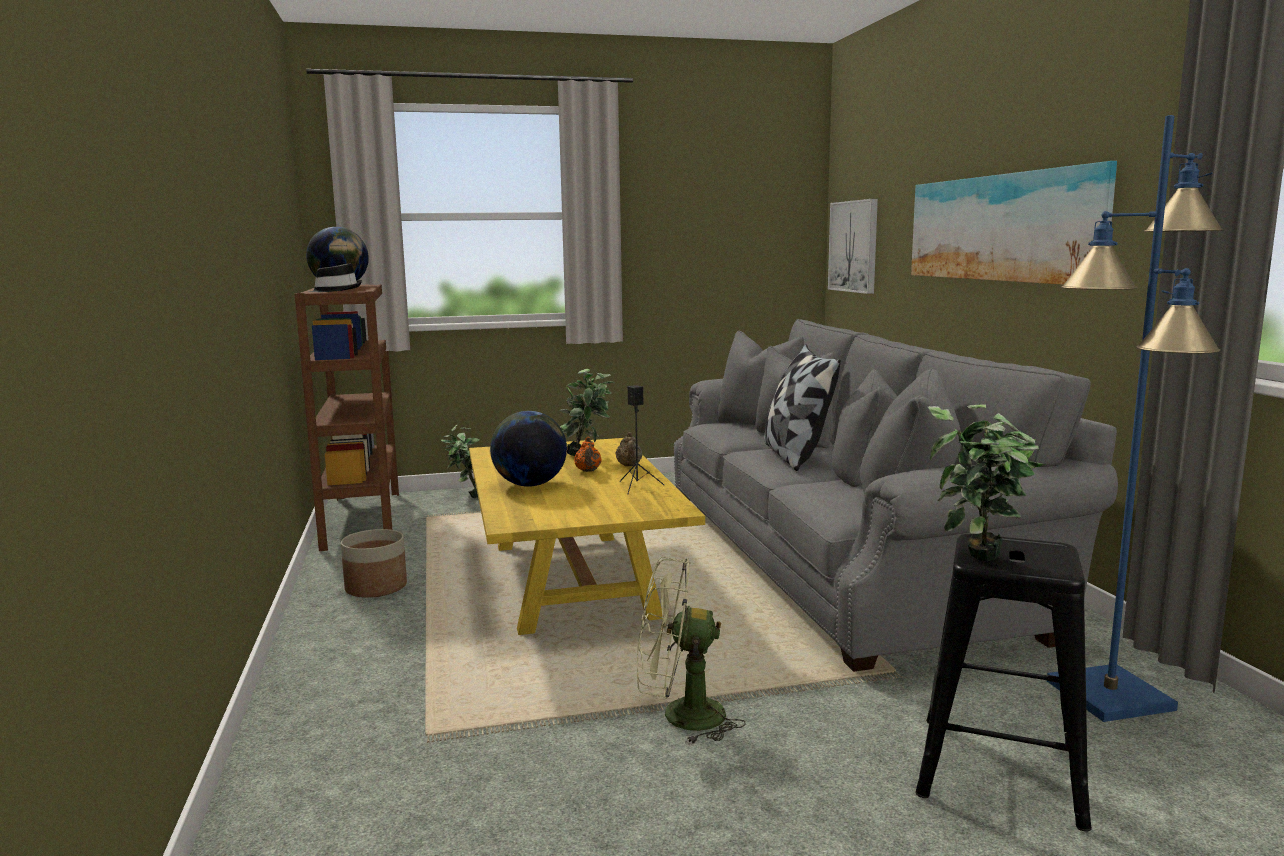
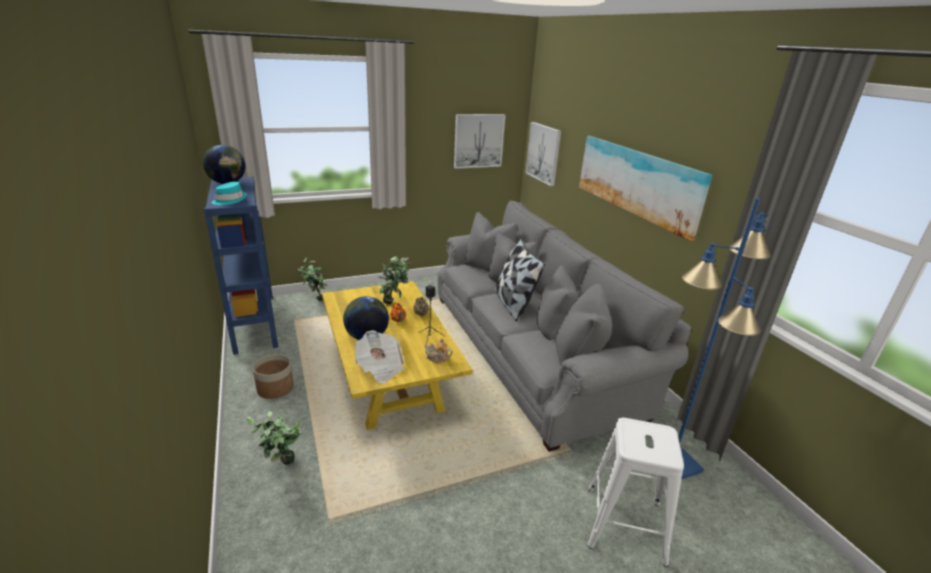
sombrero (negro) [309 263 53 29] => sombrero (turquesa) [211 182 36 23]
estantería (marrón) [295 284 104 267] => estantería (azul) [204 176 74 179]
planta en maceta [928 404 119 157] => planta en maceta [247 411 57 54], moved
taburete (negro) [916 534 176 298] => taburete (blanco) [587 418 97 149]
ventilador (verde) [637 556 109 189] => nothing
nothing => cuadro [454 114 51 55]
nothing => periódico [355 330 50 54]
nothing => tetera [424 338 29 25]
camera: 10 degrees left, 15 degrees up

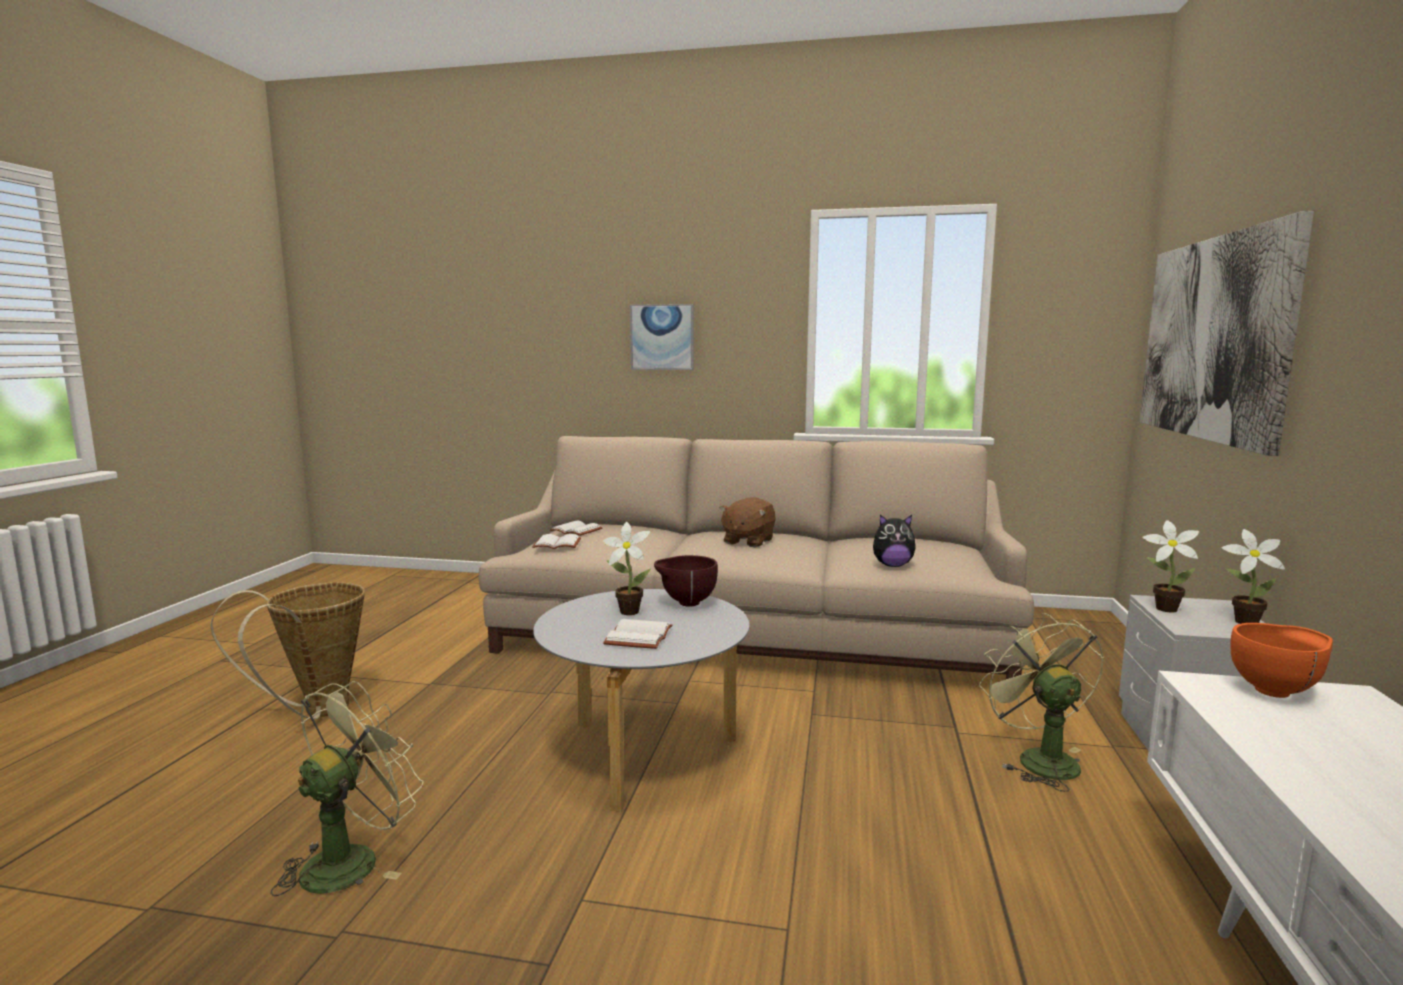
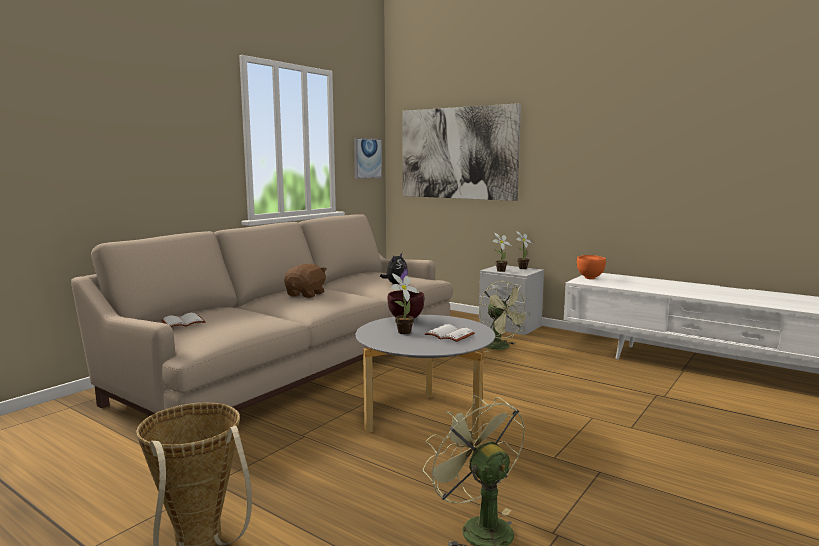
cuadro [630 304 64 66] => cuadro [354 138 28 41], moved
peluche (marrón) [719 497 57 50] => peluche (marrón) [284 263 43 35], 120 degrees counterclockwise
libro (blanco) [532 534 49 15] => nothing
ventilador (verde) [979 613 125 179] => ventilador (verde) [479 281 52 71], 135 degrees counterclockwise
camera: 65 degrees left, 0 degrees up

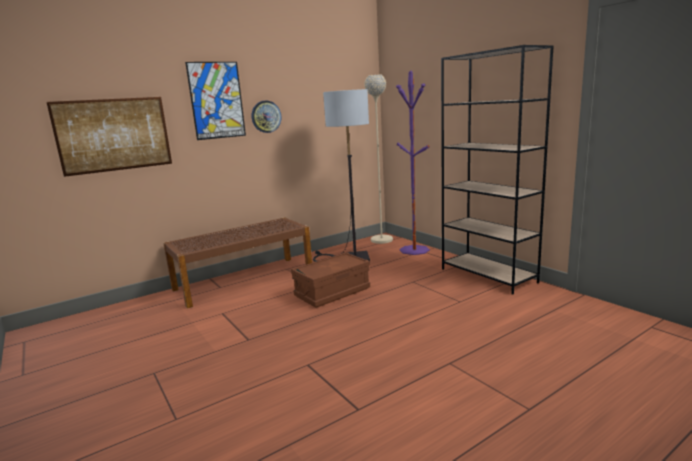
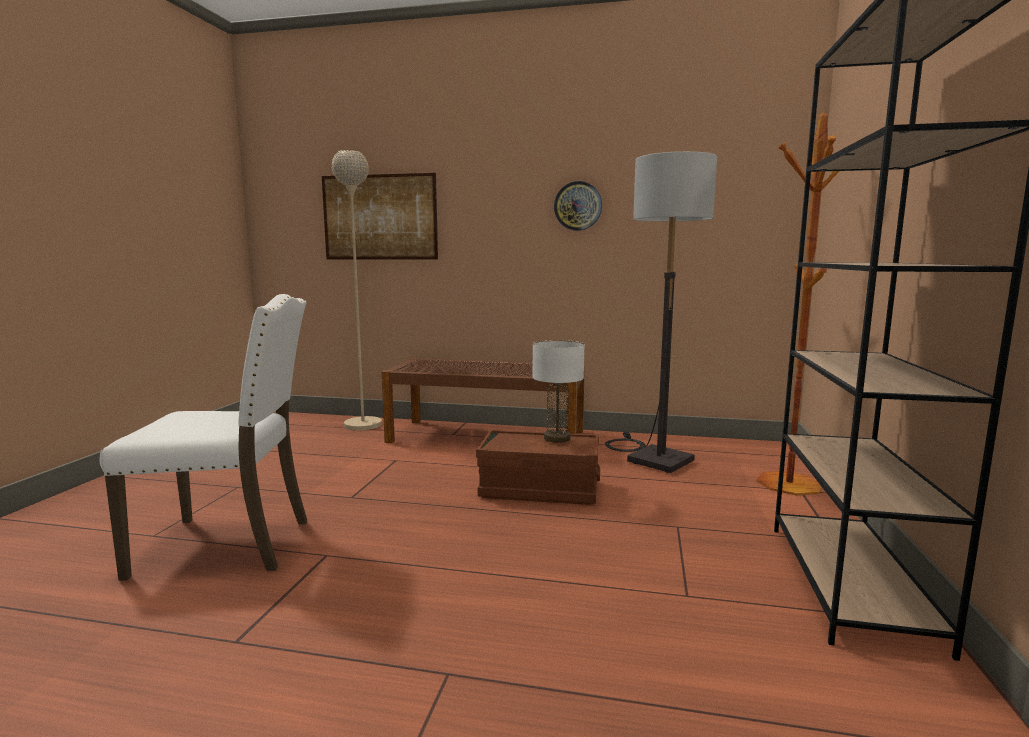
cuadro [185 62 61 78] => nothing
perchero (morado) [396 71 34 184] => perchero (naranja) [757 113 103 383]
lámpara de pie (beis) [364 74 29 170] => lámpara de pie (beis) [332 150 50 281], moved
nothing => silla (blanco) [100 294 208 287]
nothing => lámpara de mesa [533 340 51 103]
camera: 45 degrees right, 5 degrees down

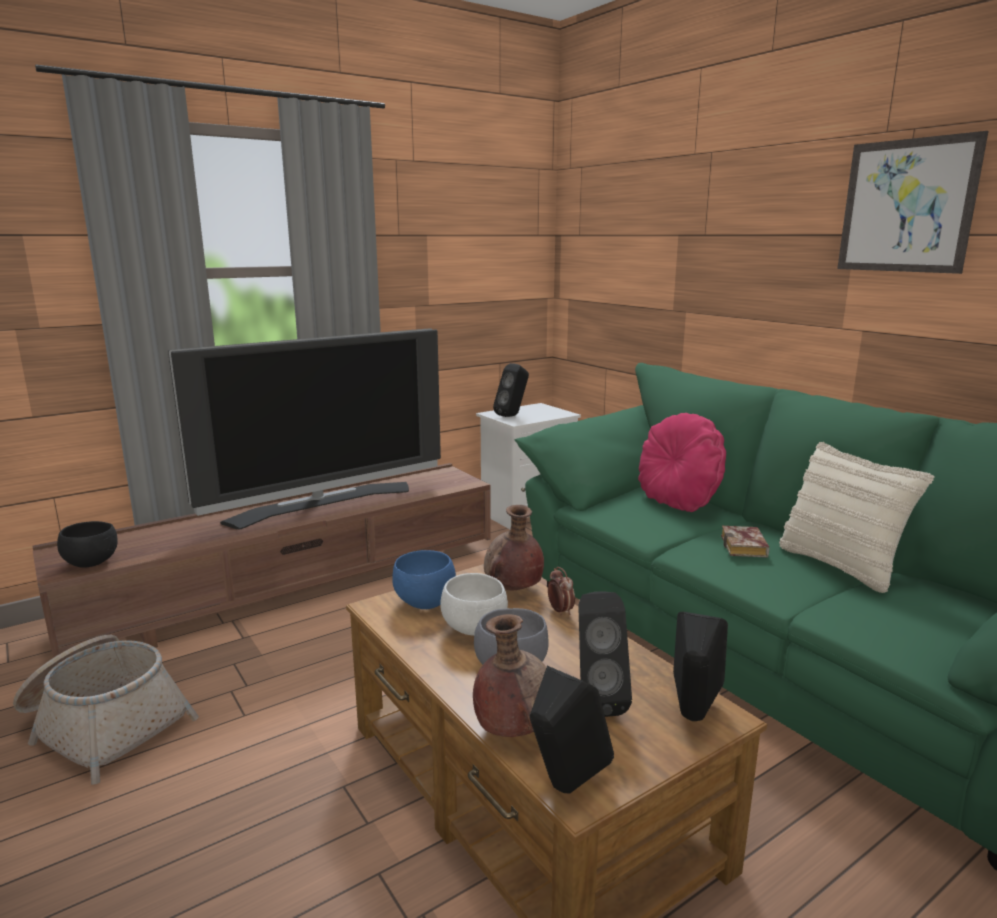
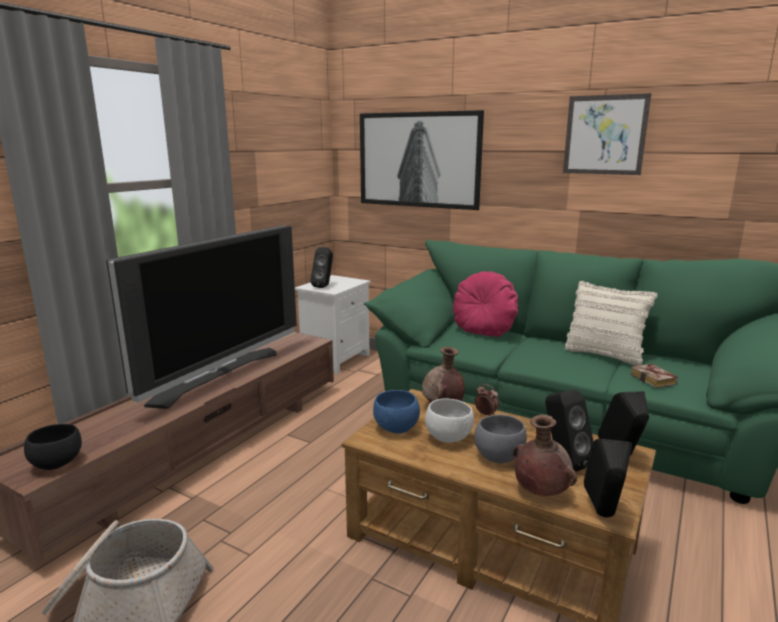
libro [721 526 48 32] => libro [630 364 48 24], moved
nothing => cuadro [360 110 124 100]
camera: 25 degrees left, 0 degrees up

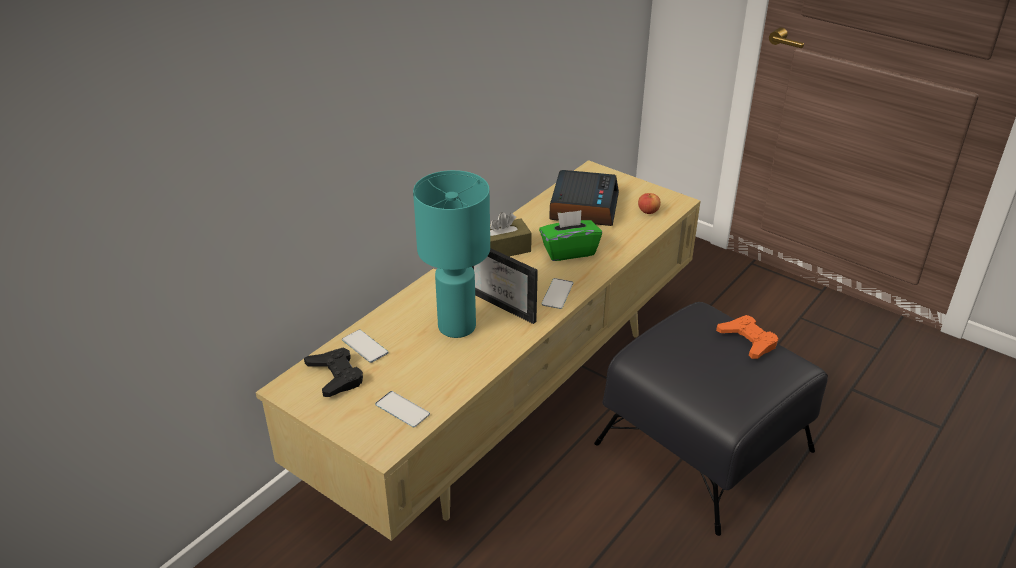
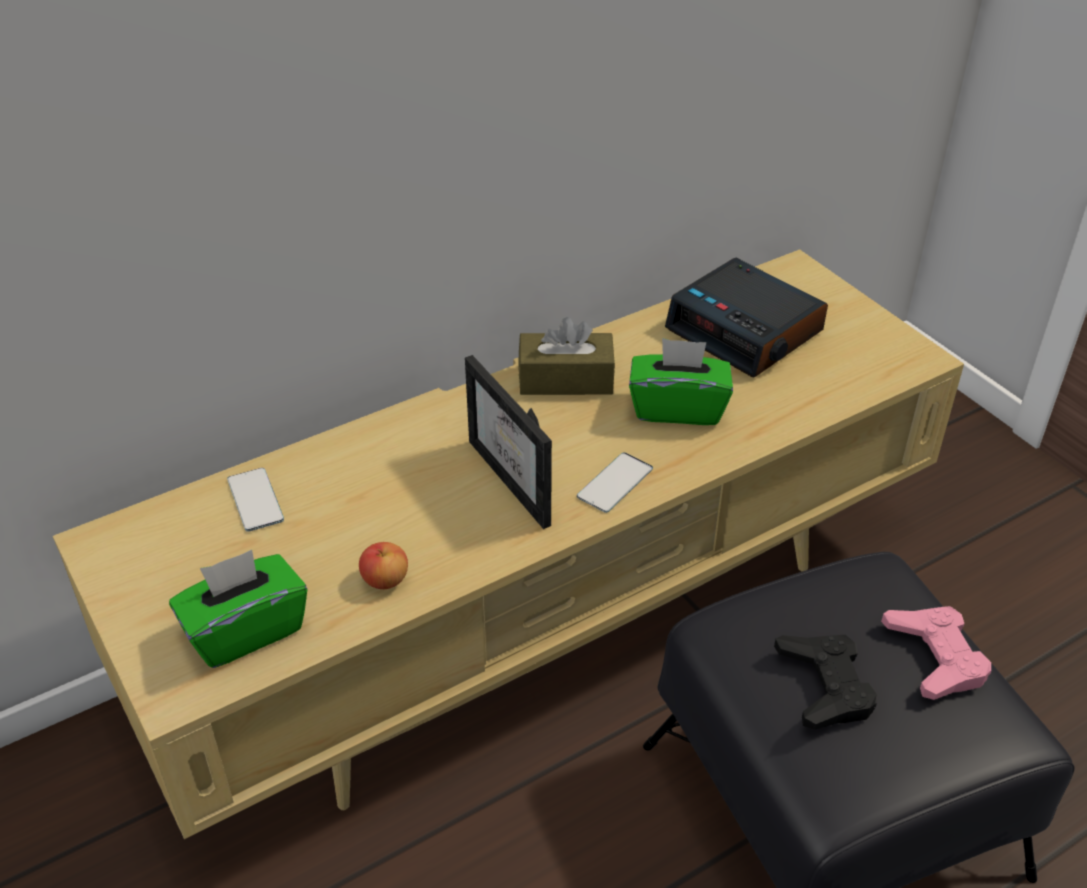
lámpara de mesa (turquesa) [413 170 77 168] => nothing
despertador [549 170 70 56] => despertador [665 258 163 119], 105 degrees clockwise
manzana [638 193 23 21] => manzana [359 542 49 47], moved
mando de consola (naranja) [716 315 62 44] => mando de consola (rosa) [881 606 110 94]
mando de consola (negro) [304 347 59 50] => mando de consola (negro) [774 635 104 95], moved
móvil [375 391 55 36] => caja de pañuelos (verde) [169 550 139 118]
camera: 20 degrees right, 5 degrees up

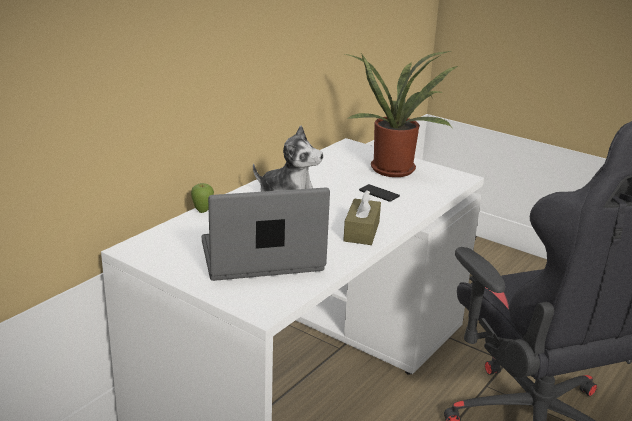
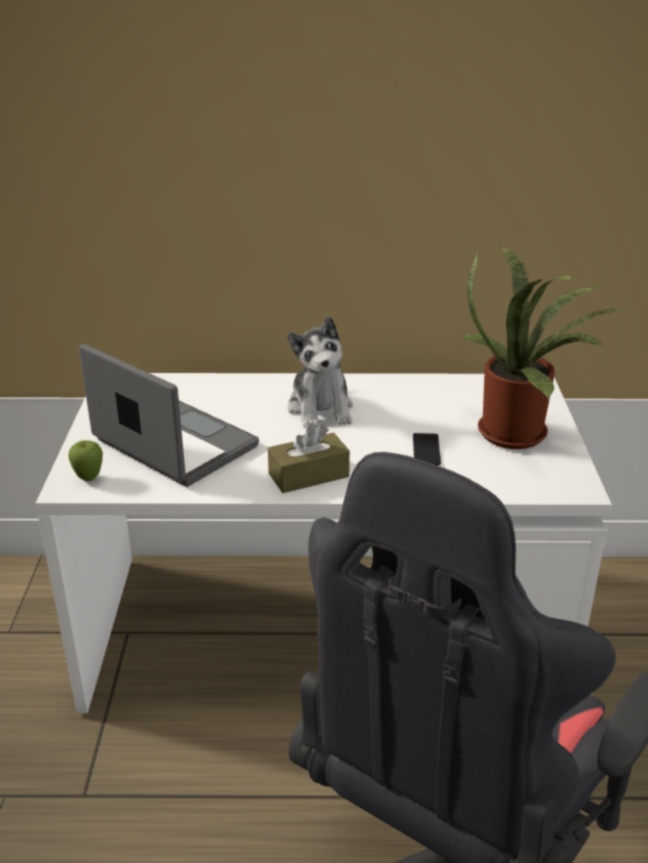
manzana [191 183 23 30] => manzana [68 440 35 41], moved
camera: 55 degrees right, 5 degrees up

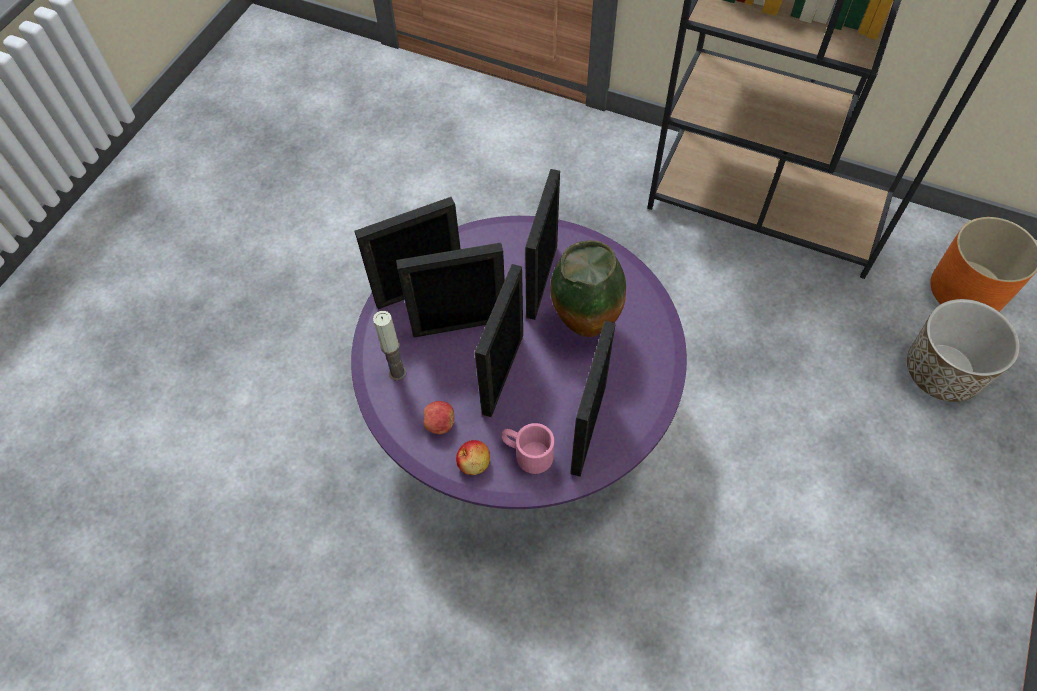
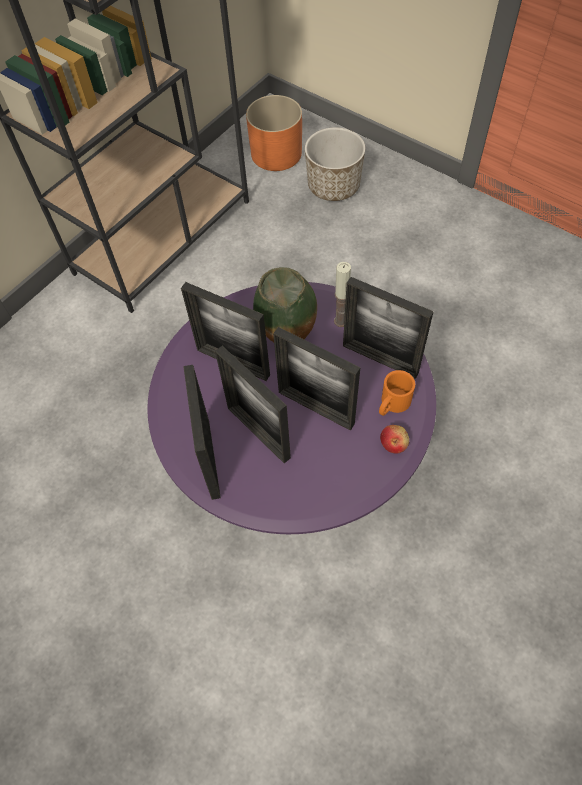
portarretratos [396 243 109 95] => portarretratos [215 346 76 117], 45 degrees counterclockwise
vela [373 311 34 70] => vela [334 262 17 65], moved
manzana [423 401 31 33] => nothing
taza grande (rosa) [501 423 53 51] => taza grande (naranja) [379 370 36 46]
camera: 75 degrees left, 0 degrees up

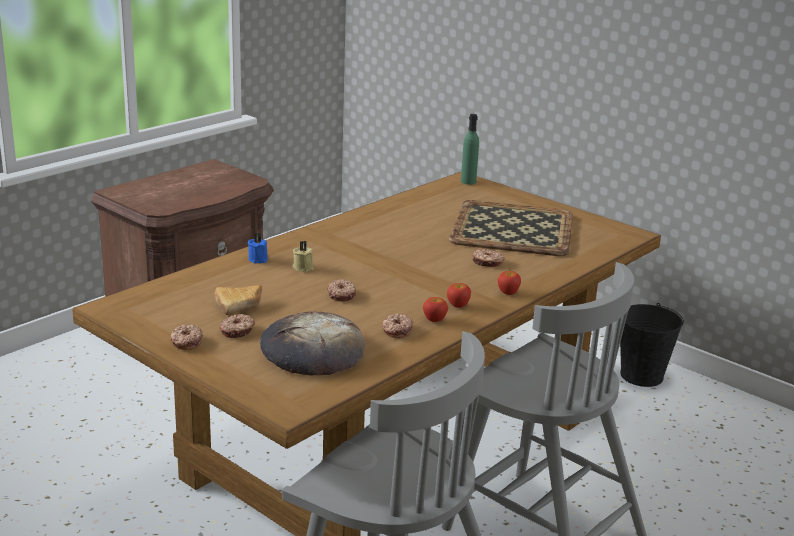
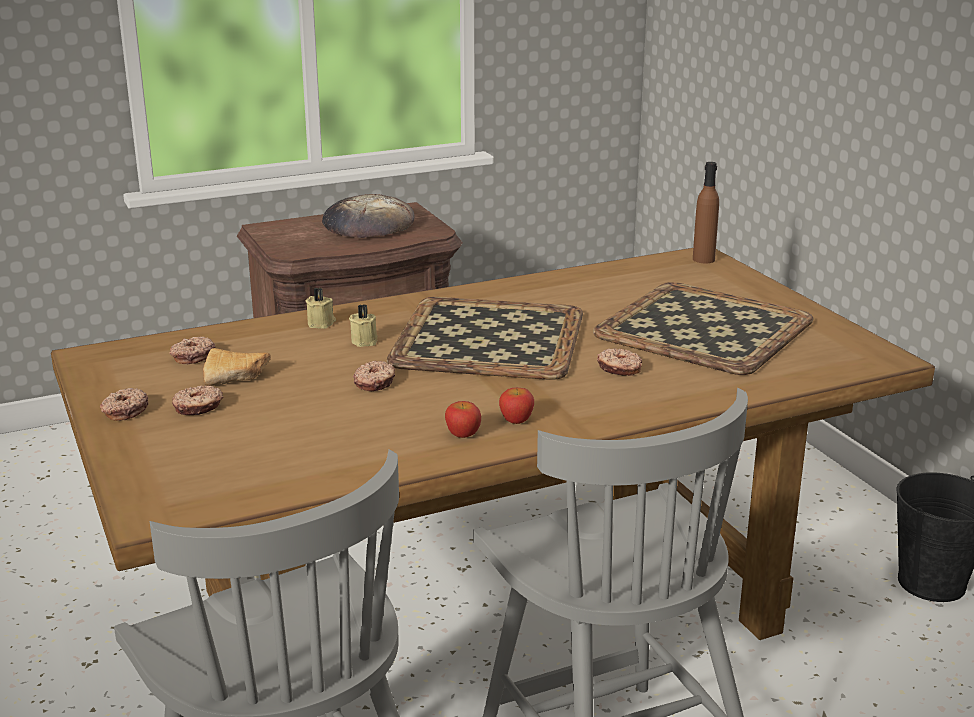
botella (verde) [461 114 18 71] => botella (marrón) [693 162 26 101]
vela (azul) [247 233 21 31] => vela (beis) [306 288 30 41]
manzana [498 271 23 24] => nothing
pan [260 311 105 65] => pan [322 194 92 44], moved
rosquilla [382 314 31 24] => rosquilla [169 337 46 27], moved
nothing => bandeja [387 297 196 83]
camera: 25 degrees right, 0 degrees up

